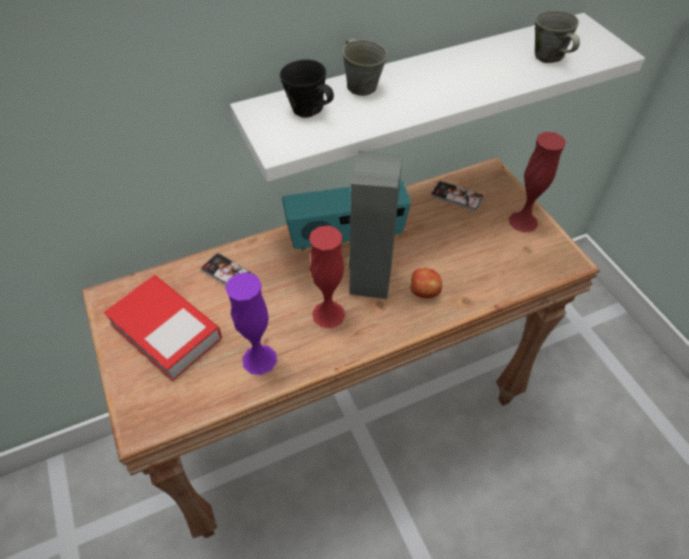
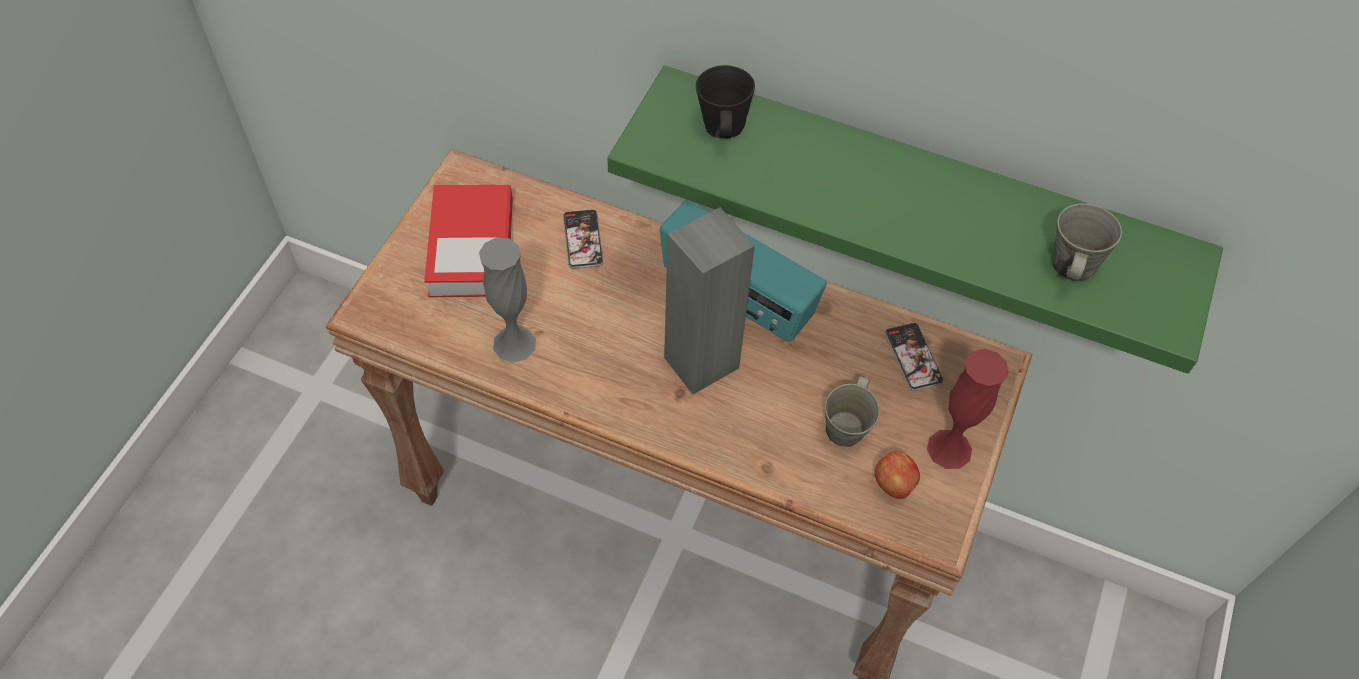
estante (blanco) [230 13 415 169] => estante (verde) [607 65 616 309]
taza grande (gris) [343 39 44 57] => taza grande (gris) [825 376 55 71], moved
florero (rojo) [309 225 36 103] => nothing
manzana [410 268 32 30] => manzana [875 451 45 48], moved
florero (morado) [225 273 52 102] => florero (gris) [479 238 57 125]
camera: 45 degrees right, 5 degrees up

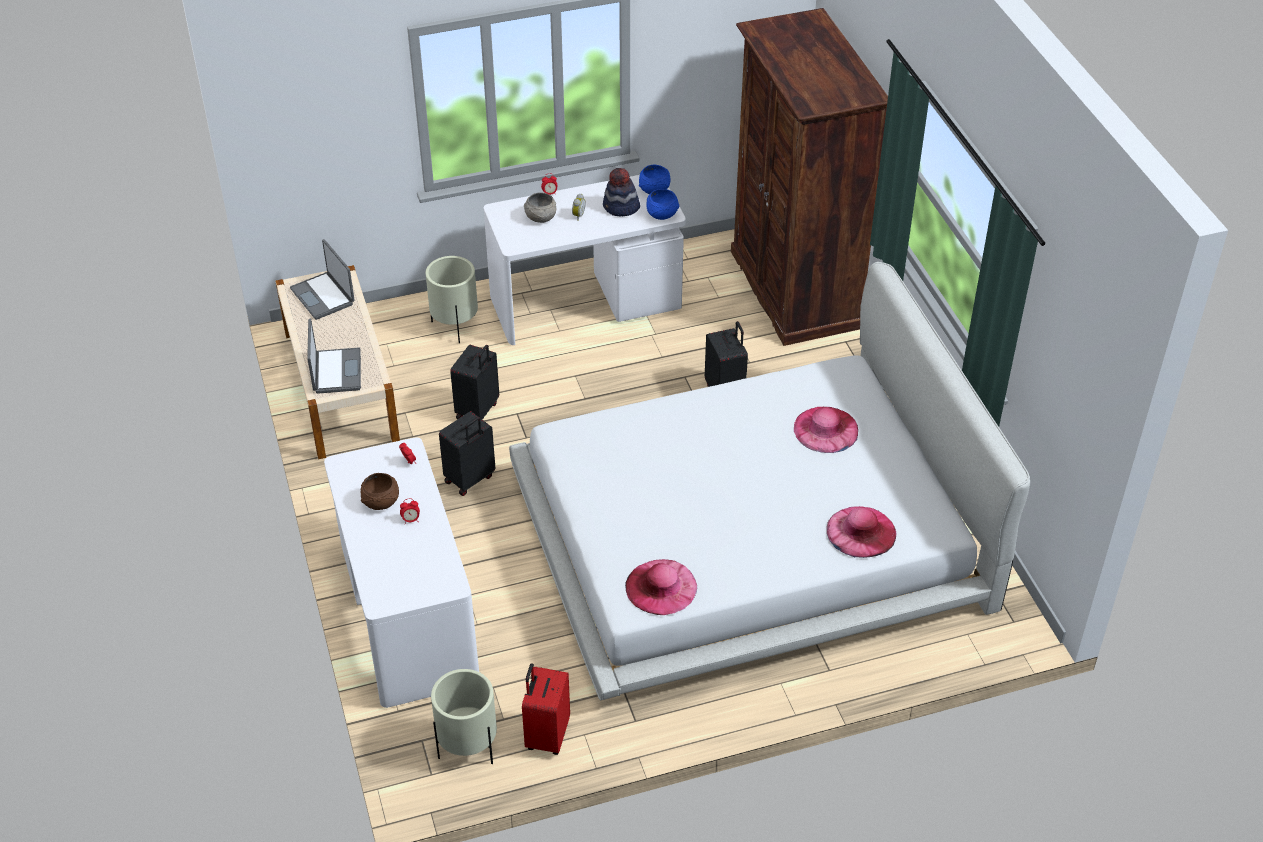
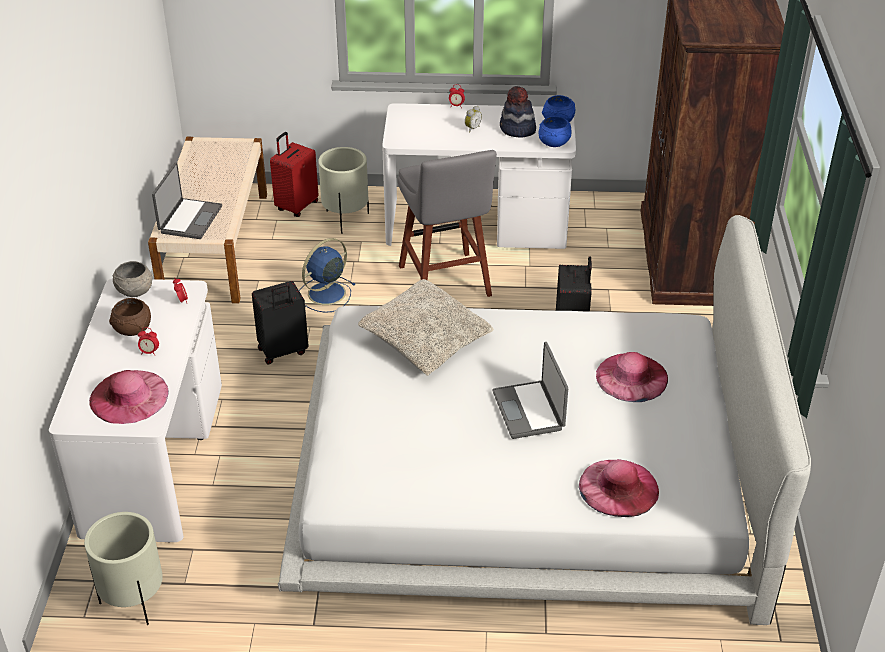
cuenco (gris) [524 193 32 30] => cuenco (gris) [113 261 40 36], moved
portátil [290 239 65 81] => portátil [492 342 76 97], moved
maleta (negro) [450 344 49 76] => ventilador (azul) [299 238 57 75]
sombrero (rosa) [625 559 72 56] => sombrero (rosa) [89 370 80 54], moved
maleta (rojo) [522 663 48 92] => maleta (rojo) [270 132 48 85], moved
nothing => taburete (gris) [398 150 99 147]
nothing => cojín (beis) [358 279 135 96]
camera: 20 degrees right, 5 degrees down

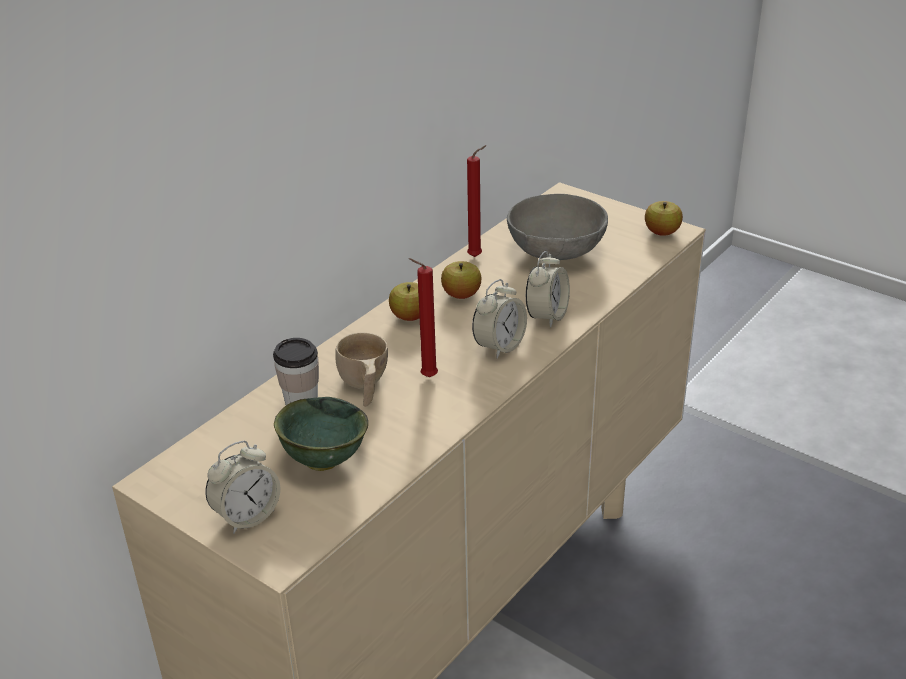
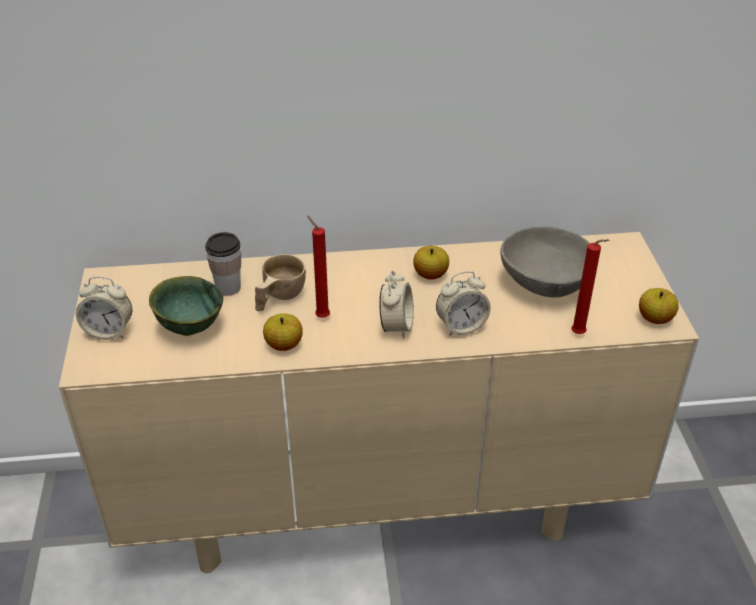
vela (rojo) [467 145 19 112] => vela (rojo) [571 239 39 95], moved
despertador [472 279 55 80] => despertador [379 271 35 68], 75 degrees counterclockwise
manzana [389 282 31 39] => manzana [263 313 40 38], moved
camera: 45 degrees right, 5 degrees up

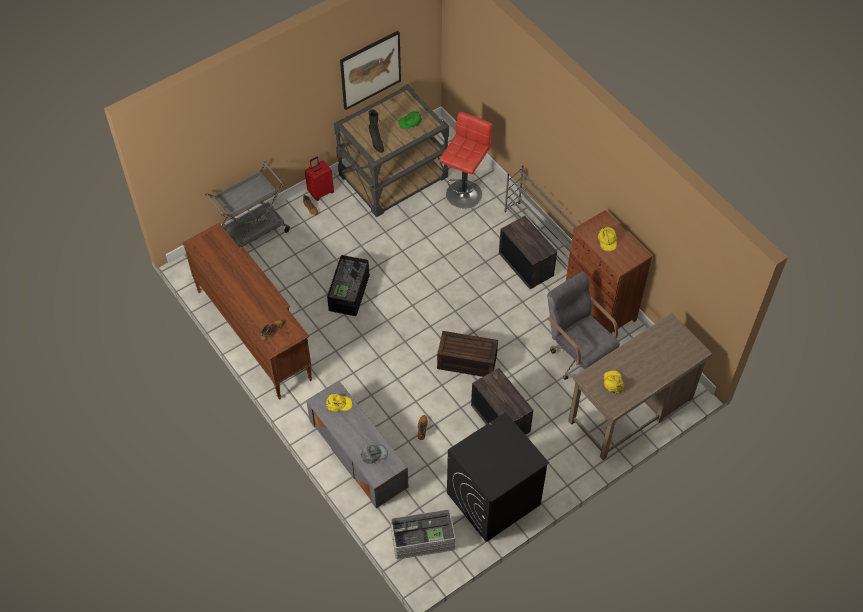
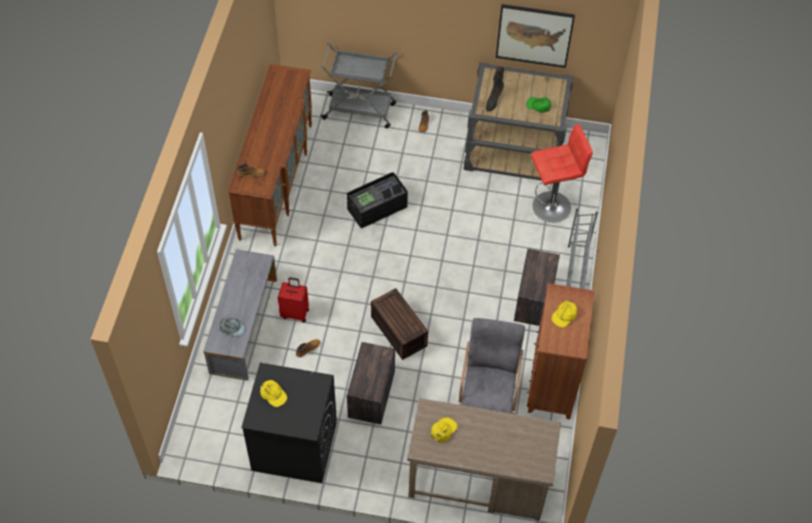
maleta (rojo) [305 157 29 44] => maleta (rojo) [278 277 31 45], moved
gorra (amarillo) [326 394 26 18] => gorra (amarillo) [260 380 27 27], moved
caja de almacenaje (gris) [391 509 64 50] => nothing
camera: 45 degrees right, 0 degrees up

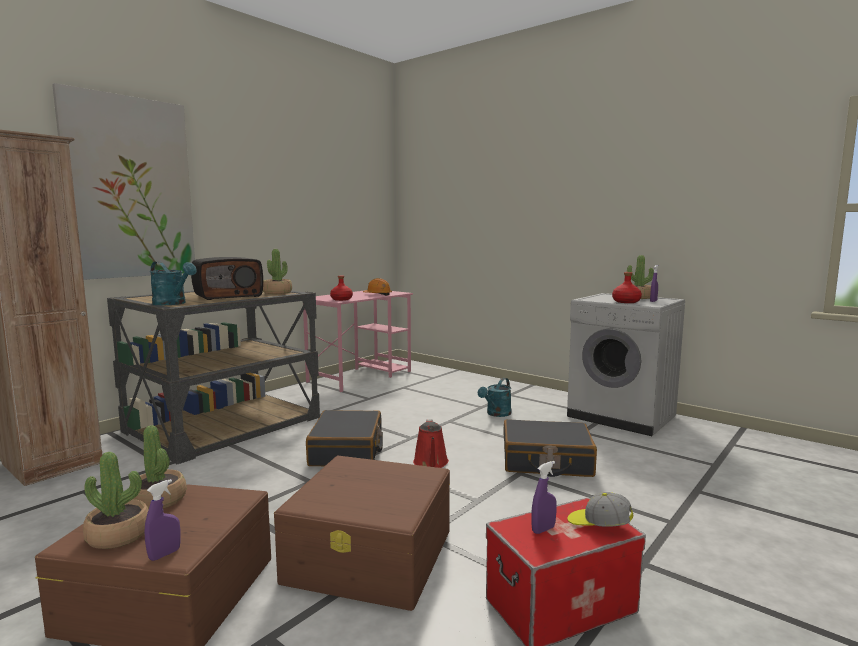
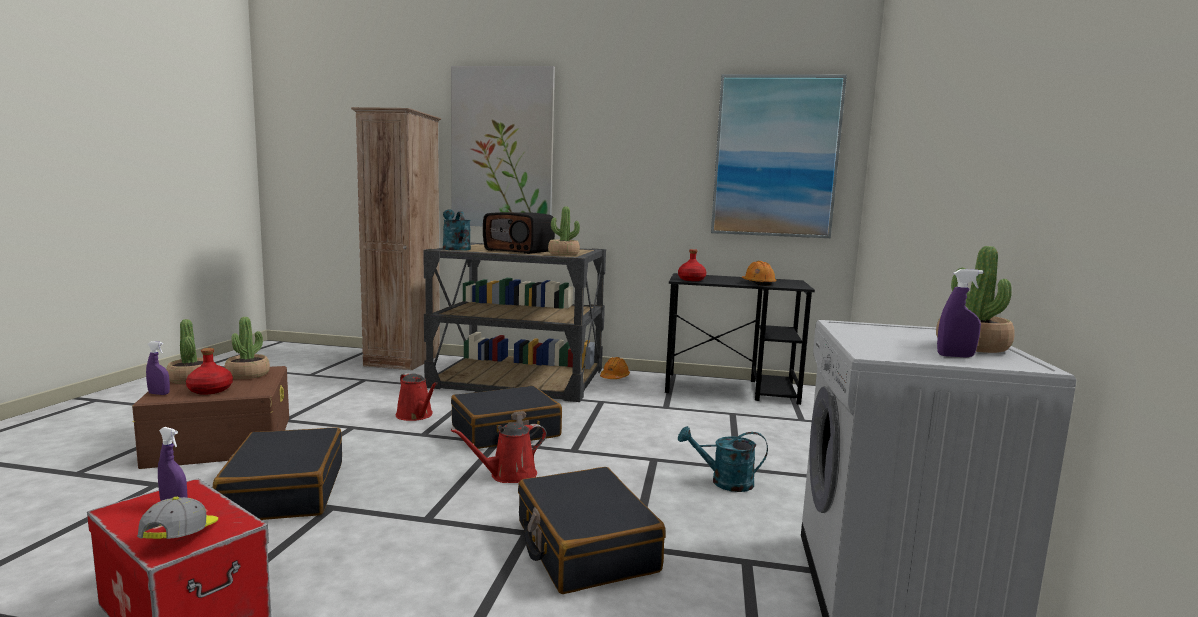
regadera (turquesa) [150 261 47 44] => regadera (turquesa) [443 209 28 42], 150 degrees clockwise
botella (rojo) [612 272 30 31] => botella (rojo) [186 348 47 47], moved
escritorio (rosa) [303 291 110 101] => escritorio (negro) [665 273 150 132]
caja de almacenaje (marrón) [274 455 176 156] => maleta (negro) [213 427 129 93]
nothing => cuadro [711 74 136 164]
nothing => casco (naranja) [600 357 30 22]
nothing => regadera (rojo) [396 373 42 48]
camera: 60 degrees right, 0 degrees up

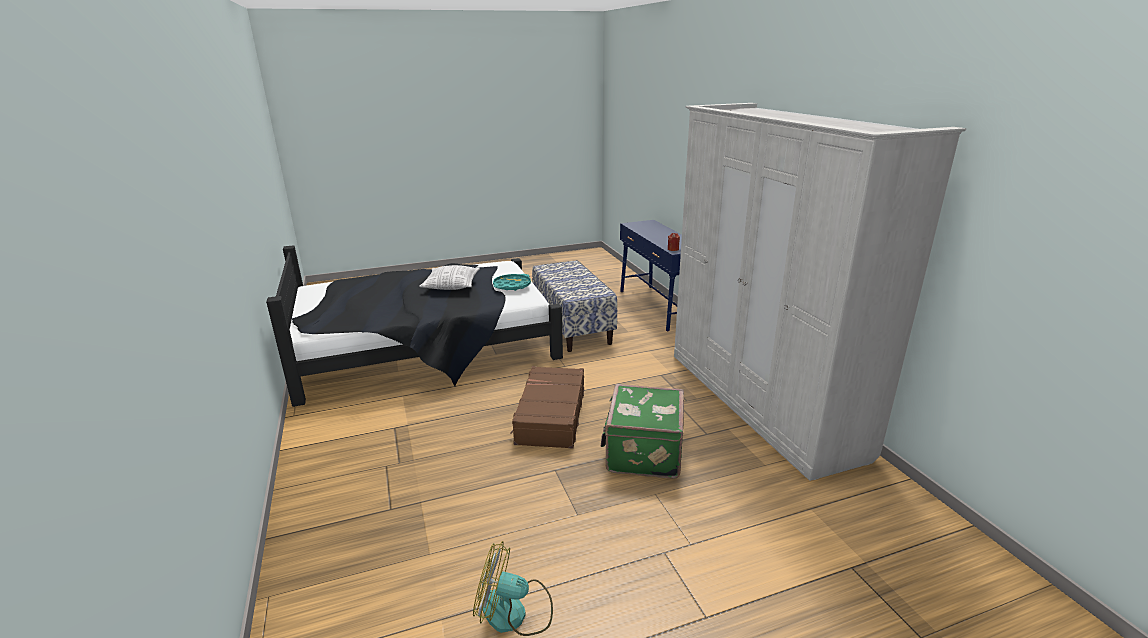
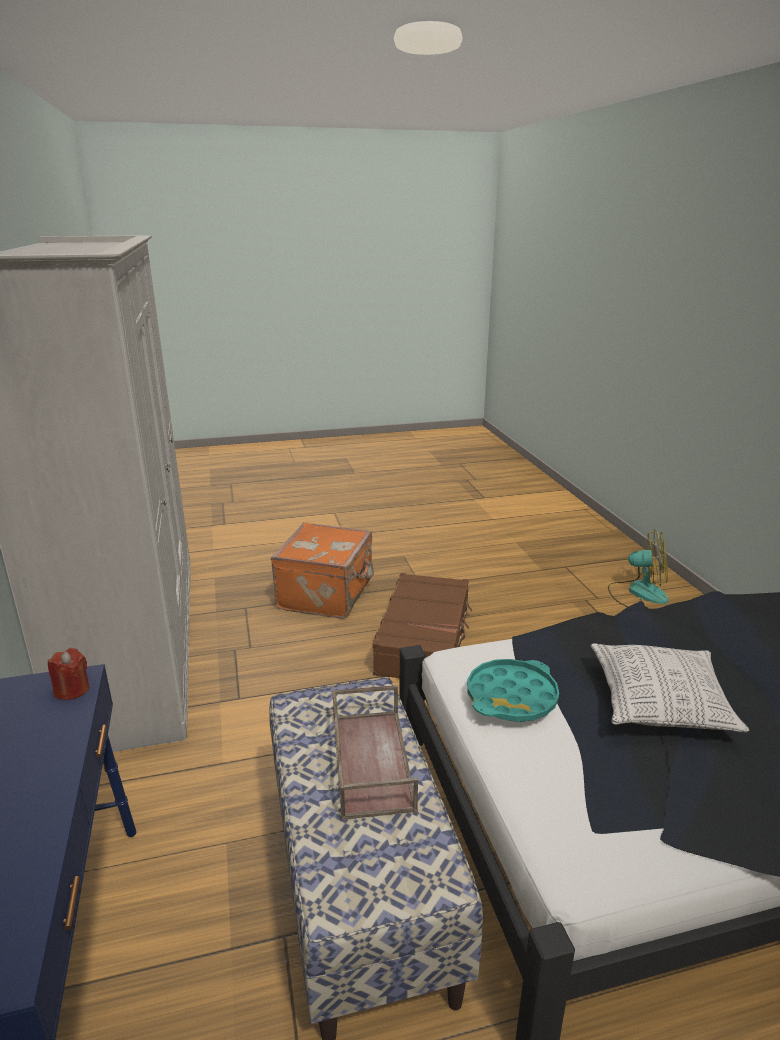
maleta (verde) [601 384 83 95] => maleta (naranja) [271 522 103 97]
ventilador [473 541 80 95] => ventilador [608 529 61 78], moved
nothing => bandeja (marrón) [333 685 85 135]
camera: 175 degrees left, 0 degrees up

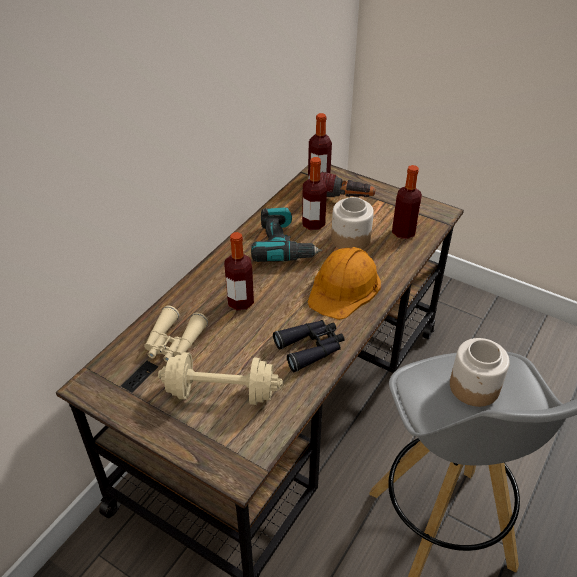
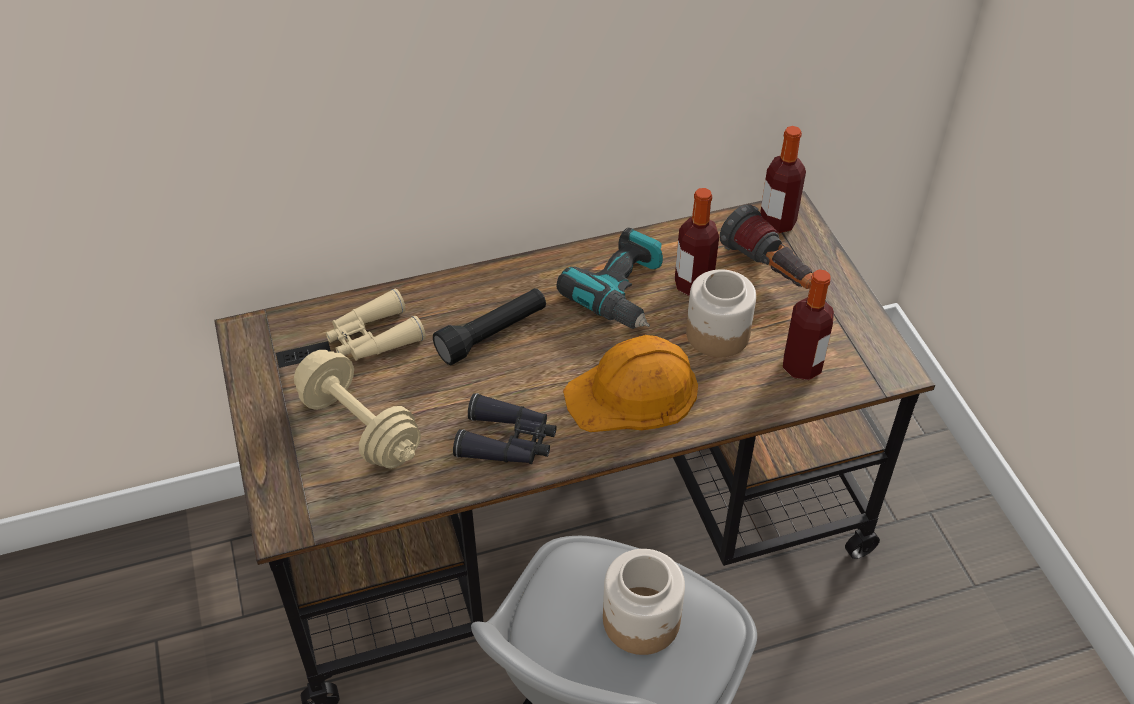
botella [224 232 30 79] => linterna (negro) [433 288 113 77]
camera: 40 degrees right, 5 degrees up

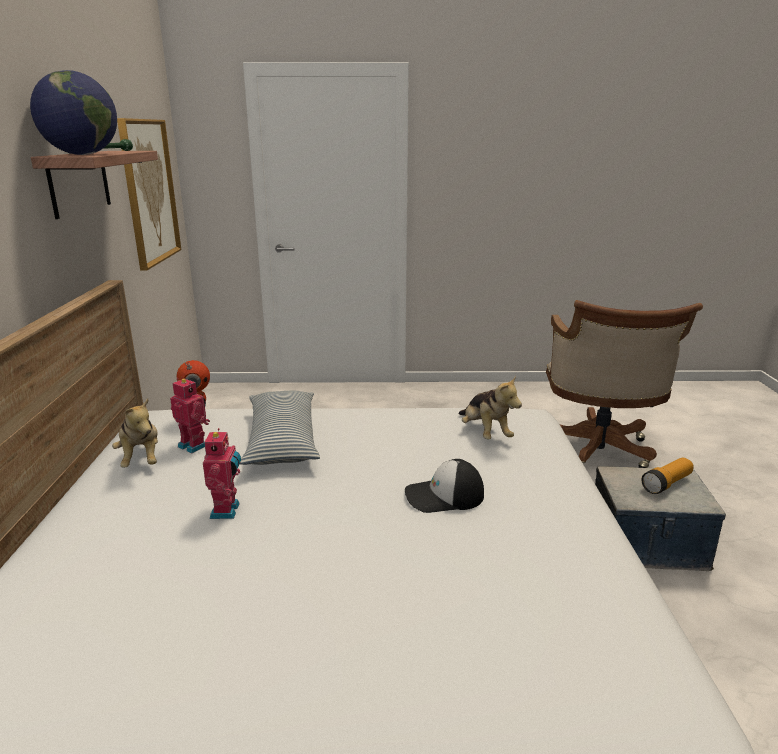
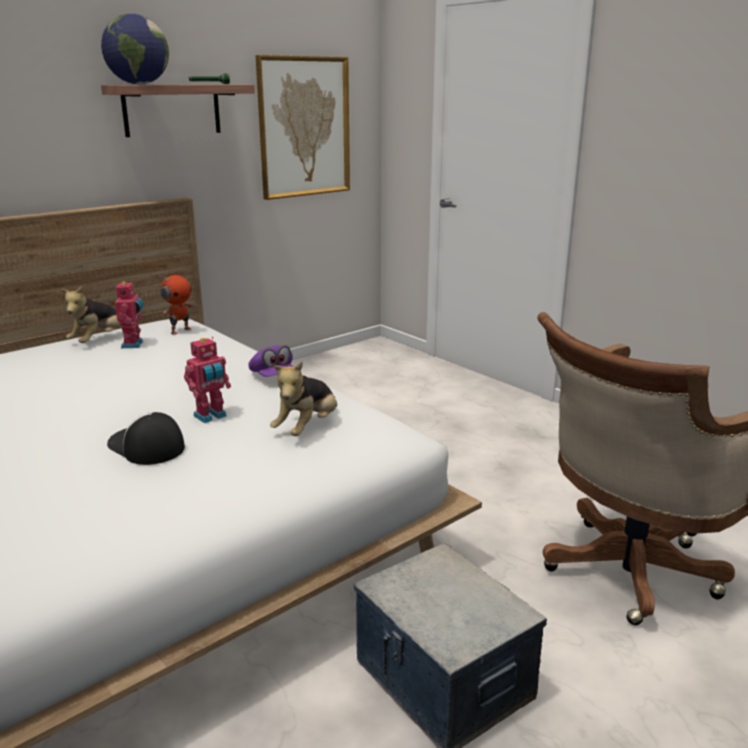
cojín [240 391 80 74] => nothing
robot de juguete [203 428 38 91] => robot de juguete [184 337 47 86], moved
linterna [642 458 52 36] => nothing
nothing => gorra (morado) [249 345 45 32]
camera: 50 degrees right, 0 degrees up

